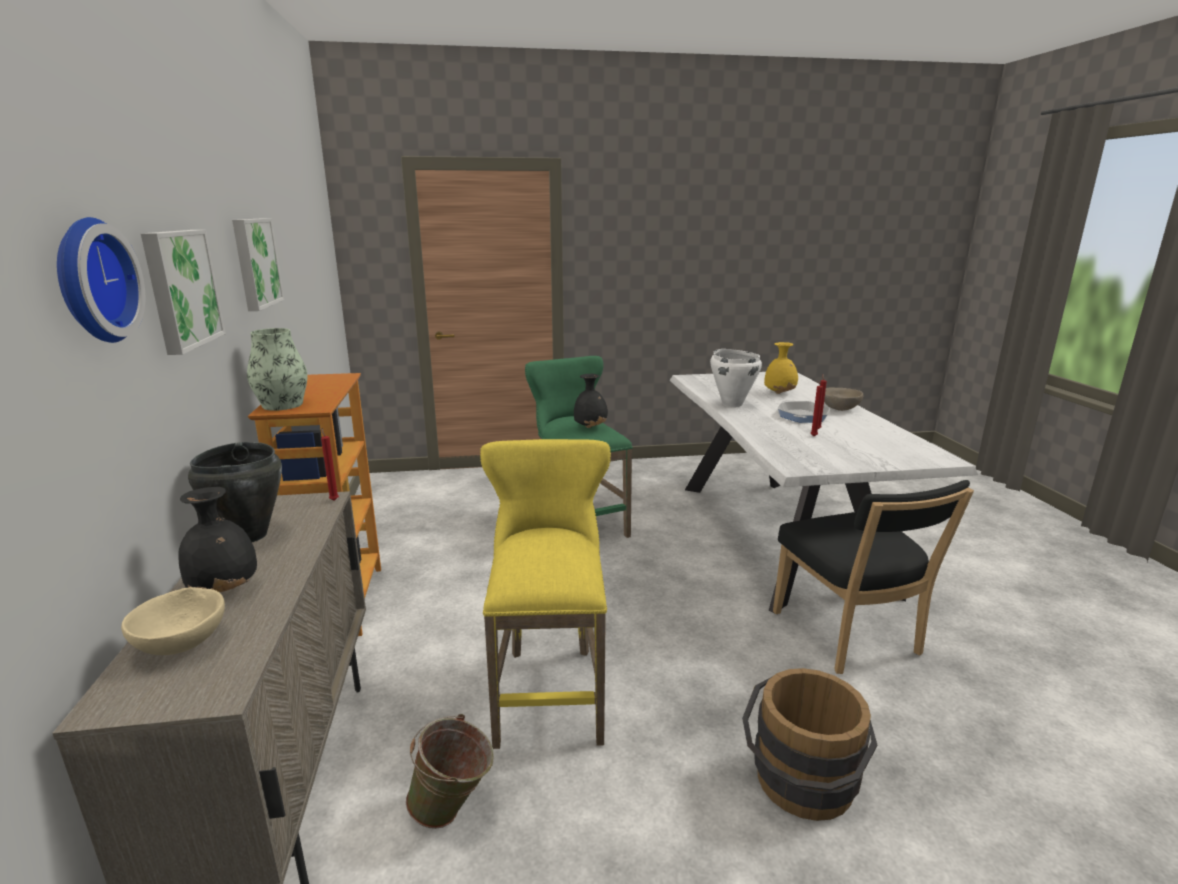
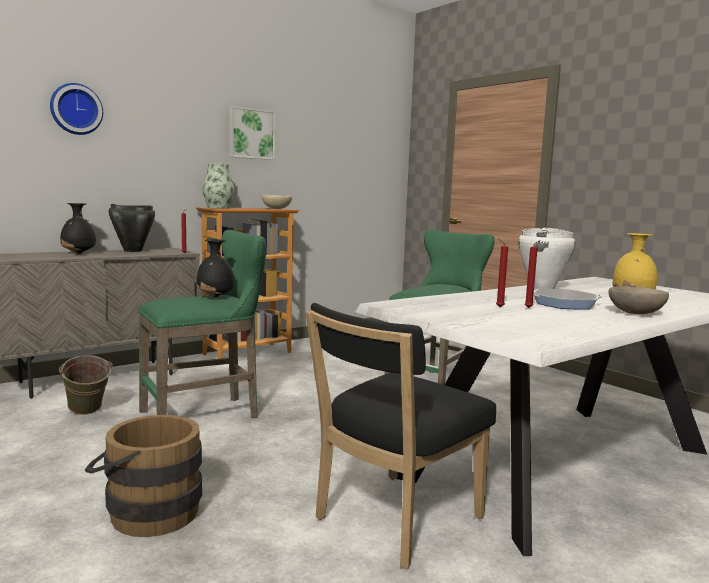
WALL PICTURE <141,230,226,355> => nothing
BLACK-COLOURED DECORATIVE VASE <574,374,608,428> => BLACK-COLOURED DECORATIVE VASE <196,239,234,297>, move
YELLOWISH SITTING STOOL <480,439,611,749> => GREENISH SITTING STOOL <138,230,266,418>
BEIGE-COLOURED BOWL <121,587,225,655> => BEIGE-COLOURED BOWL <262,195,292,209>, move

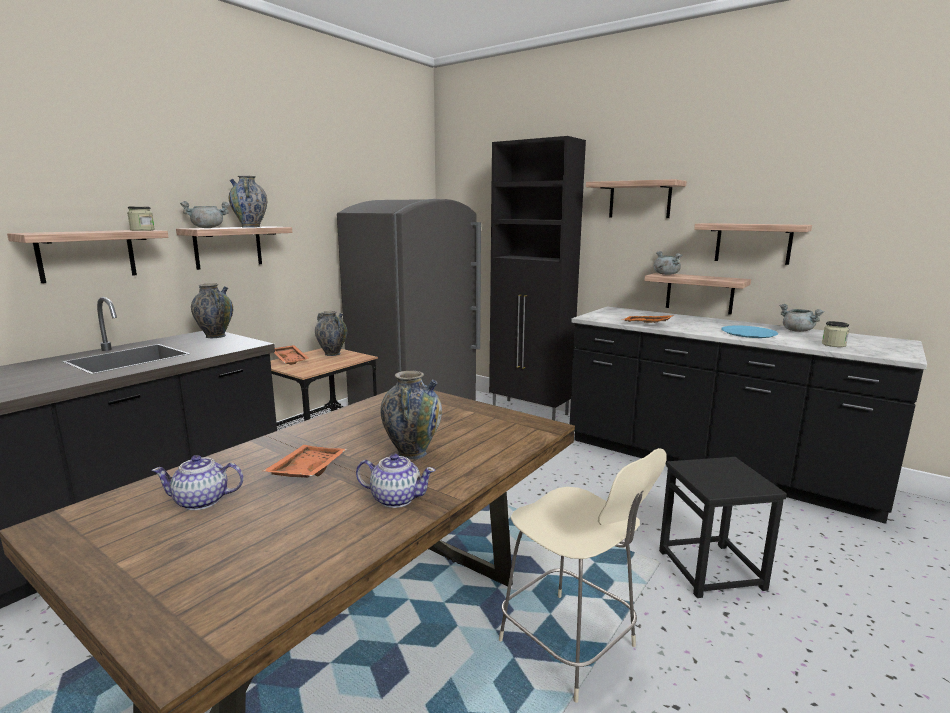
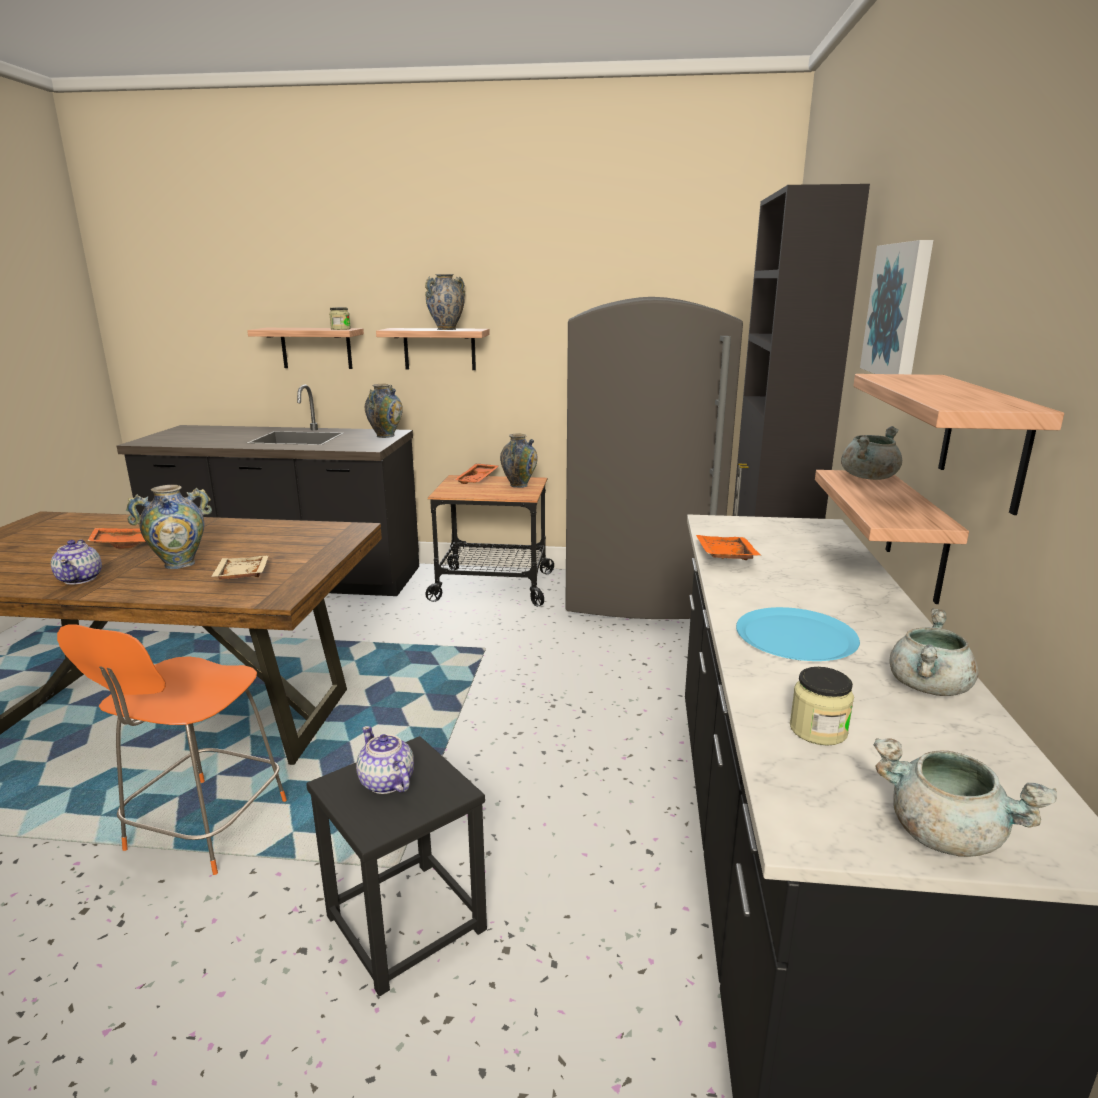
BRACKET SHELF <586,179,687,218> => WALL PICTURE <860,240,933,374>
GREYISH SAUCEPOT <180,201,230,228> => GREYISH SAUCEPOT <874,738,1057,857>, move
BEIGE-COLOURED PLAIN CHAIR <499,448,667,703> => ORANGEY PLAIN CHAIR <57,624,287,875>
TEA POT <152,455,244,510> => TEA POT <356,726,414,794>, move
nothing => BEIGE-COLOURED TRAY <211,556,268,579>

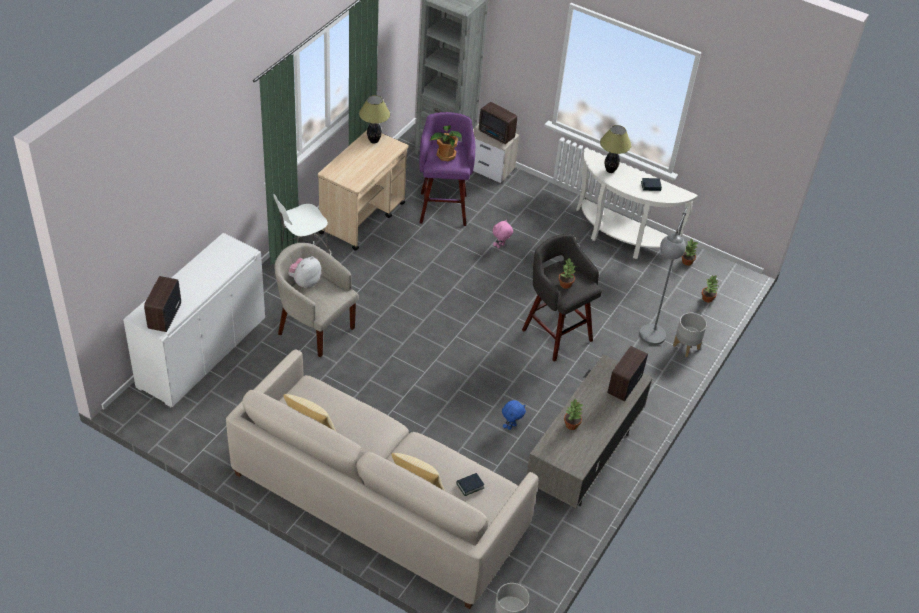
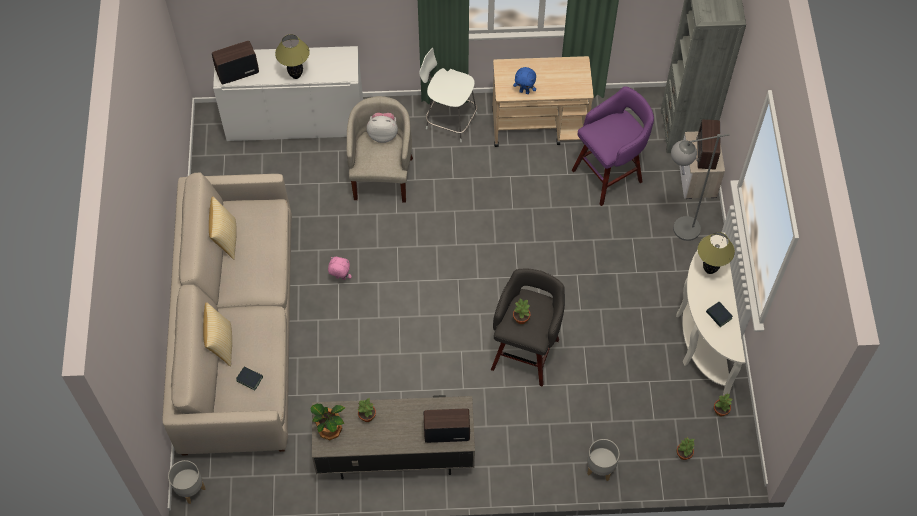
TABLE LAMP <359,95,390,144> => TABLE LAMP <275,34,310,79>, move
POTTED PLANT <430,125,461,161> => POTTED PLANT <310,404,345,440>, move
GREYISH STANDARD LAMP <639,207,688,345> => GREYISH STANDARD LAMP <671,134,730,241>, move
PINK-COLOURED PLUSH TOY <493,219,513,248> => PINK-COLOURED PLUSH TOY <328,257,352,280>, move
BLUISH PLUSH TOY <502,400,526,430> => BLUISH PLUSH TOY <513,67,536,94>, move

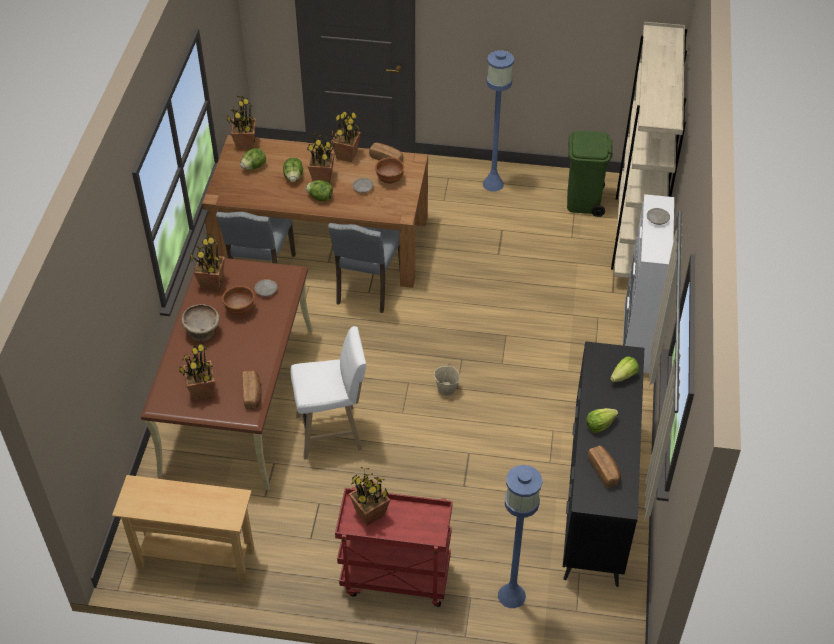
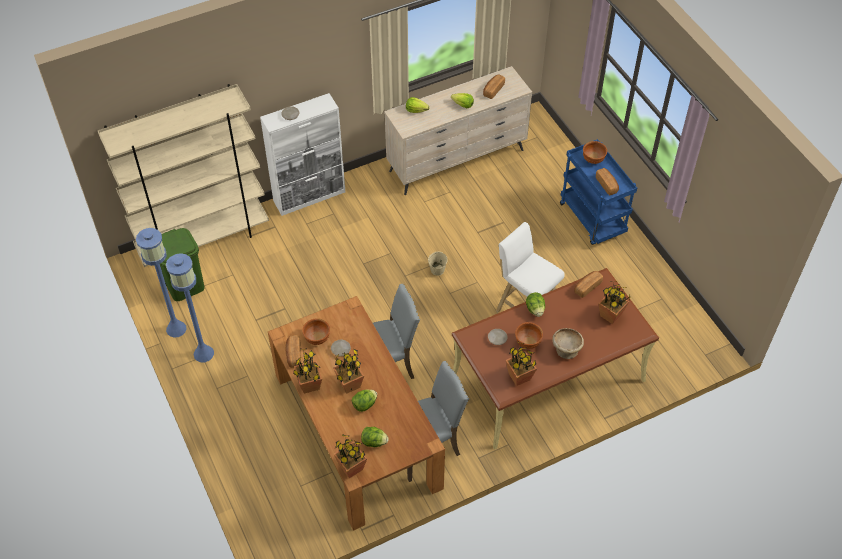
HEAD OF LETTUCE <306,180,333,201> => HEAD OF LETTUCE <526,292,545,317>, move
BLACK-COLOURED CHEST OF DRAWERS <563,341,644,587> => BEIGE-COLOURED CHEST OF DRAWERS <384,66,532,195>
BLUISH STANDARD LAMP <498,465,543,608> => BLUISH STANDARD LAMP <136,228,187,337>, move
POTTED PLANT <349,467,390,526> => BREAD <596,168,619,195>
BEIGE-COLOURED HALL TABLE <112,475,254,582> => nothing
RED-COLOURED TROLLEY <335,487,453,607> => BLUISH TROLLEY <560,139,637,245>
nothing => BROWN BOWL <583,141,607,164>

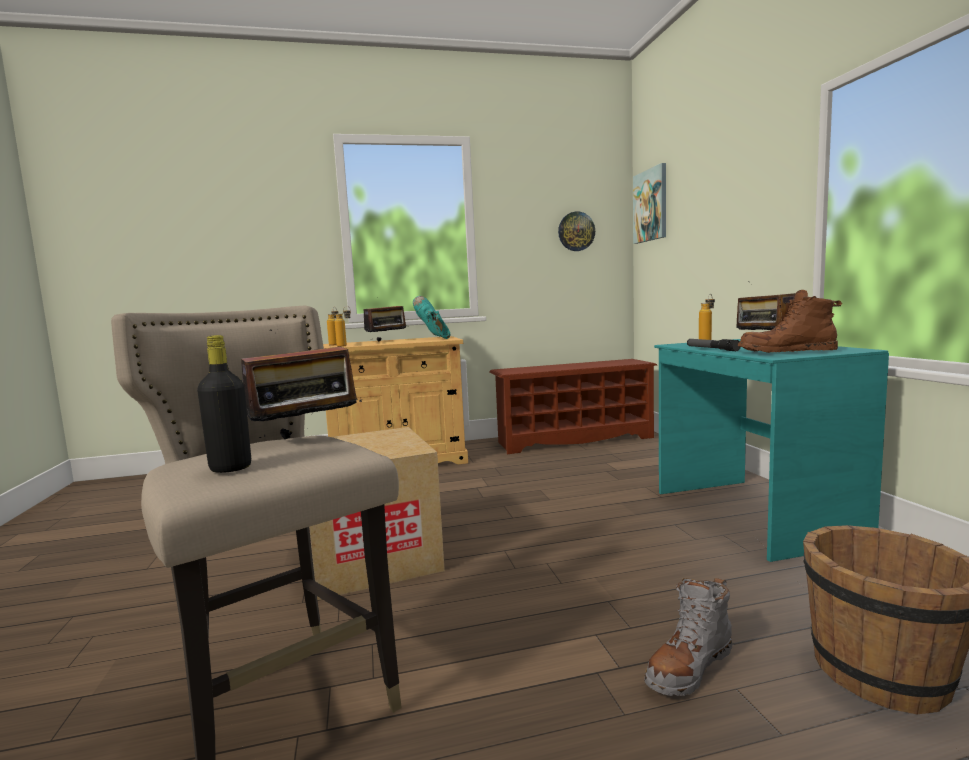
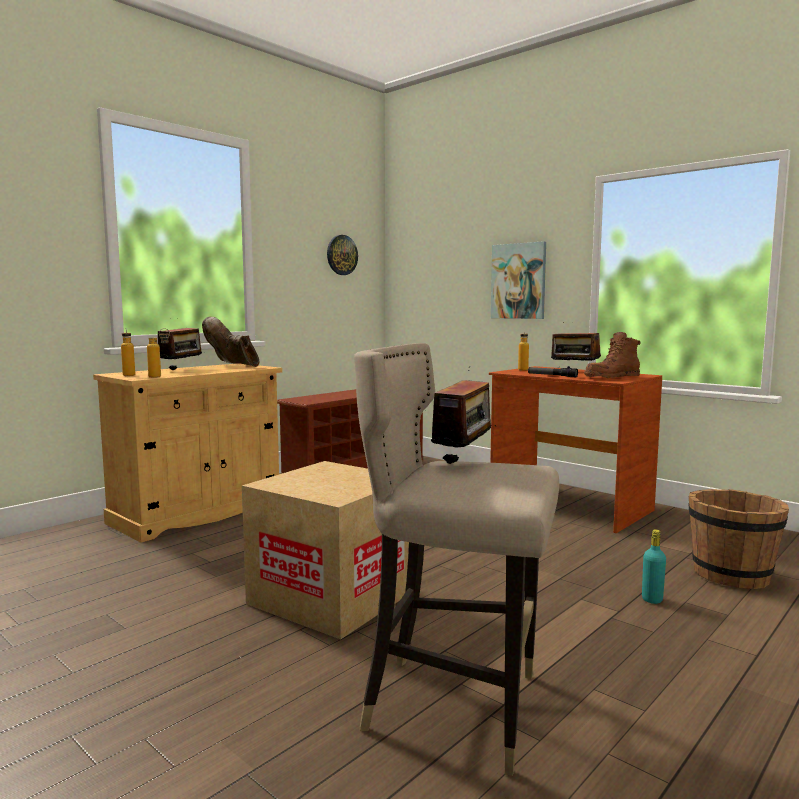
WALL PICTURE <633,163,666,244> => WALL PICTURE <491,241,546,319>, move
BLUE-GREEN BOOT <413,296,450,339> => BROWN BOOT <202,316,260,367>
BLACK-COLOURED DRINK BOTTLE <197,335,251,473> => nothing
BLUE-GREEN DESK TABLE <654,339,889,562> => BROWN DESK TABLE <489,366,662,533>
GREYISH BOOT <644,578,732,696> => BLUE-GREEN DRINK BOTTLE <642,529,666,604>

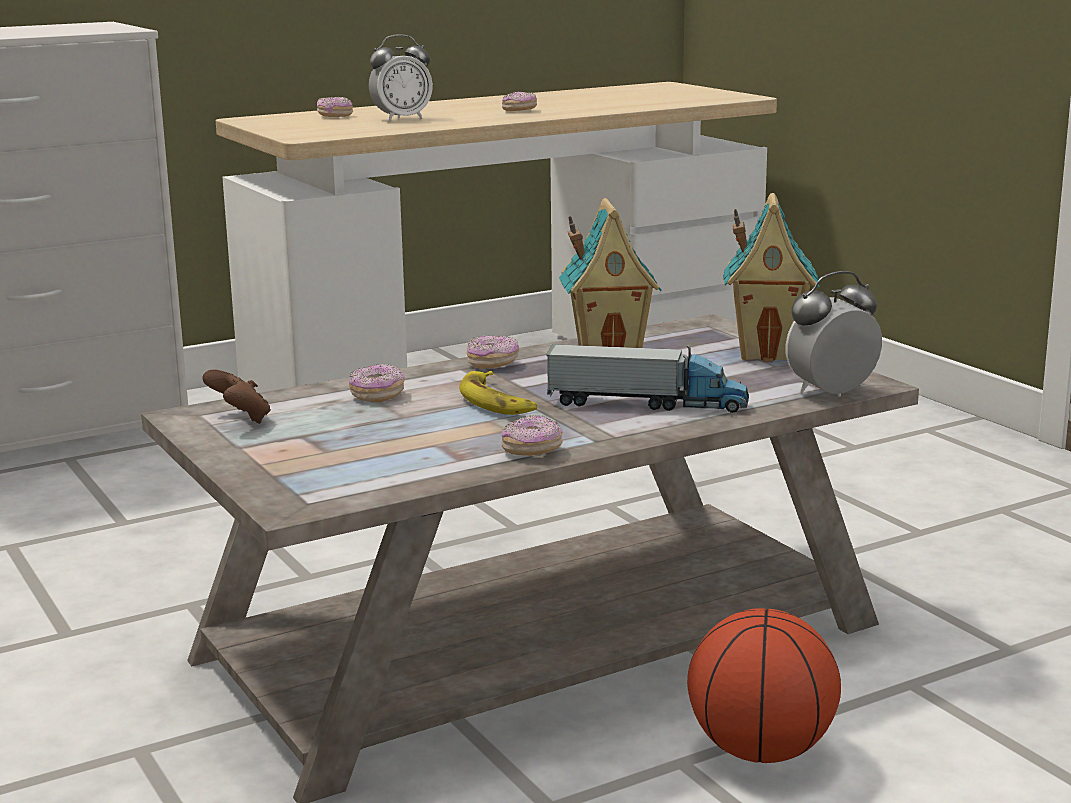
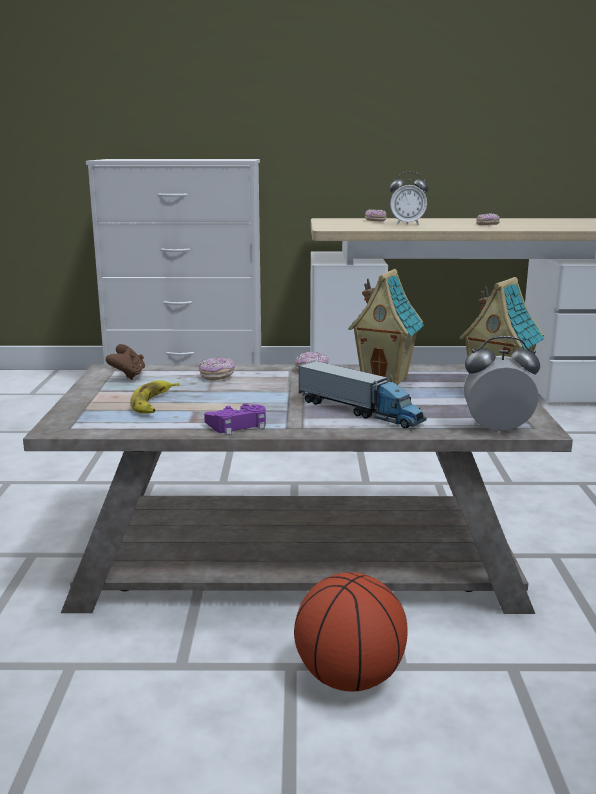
BANANA FRUIT <459,371,537,415> => BANANA FRUIT <130,380,179,414>, move
DONUT <501,415,563,456> => PURPLE GAME CONTROLLER <204,403,266,435>

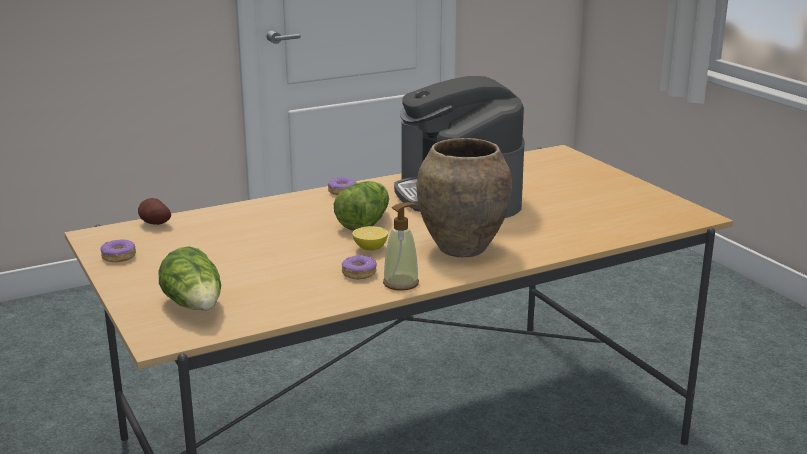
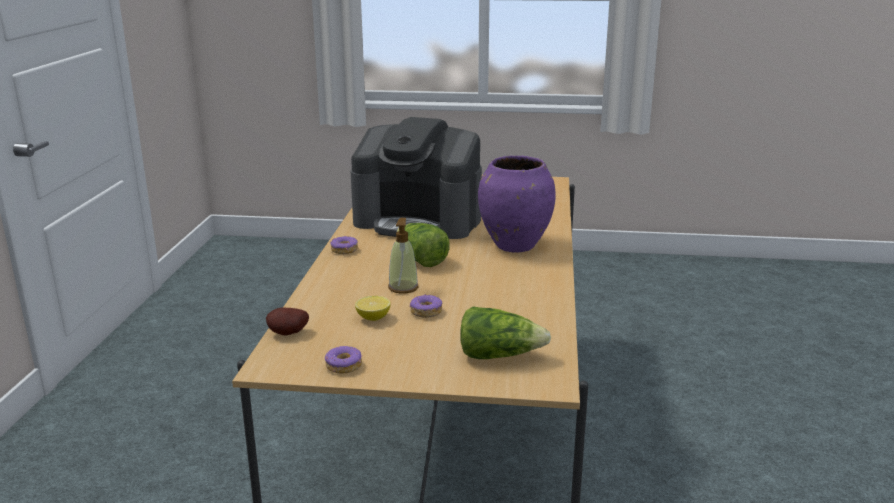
BROWN DECORATIVE VASE <417,138,512,257> => PURPLE DECORATIVE VASE <478,156,556,252>
SOAP DISPENSER <383,202,419,291> => SOAP DISPENSER <388,218,419,294>, move
WHOLE LEMON <352,226,388,251> => WHOLE LEMON <355,296,390,321>, move
DONUT <342,255,377,280> => DONUT <409,294,442,318>, move

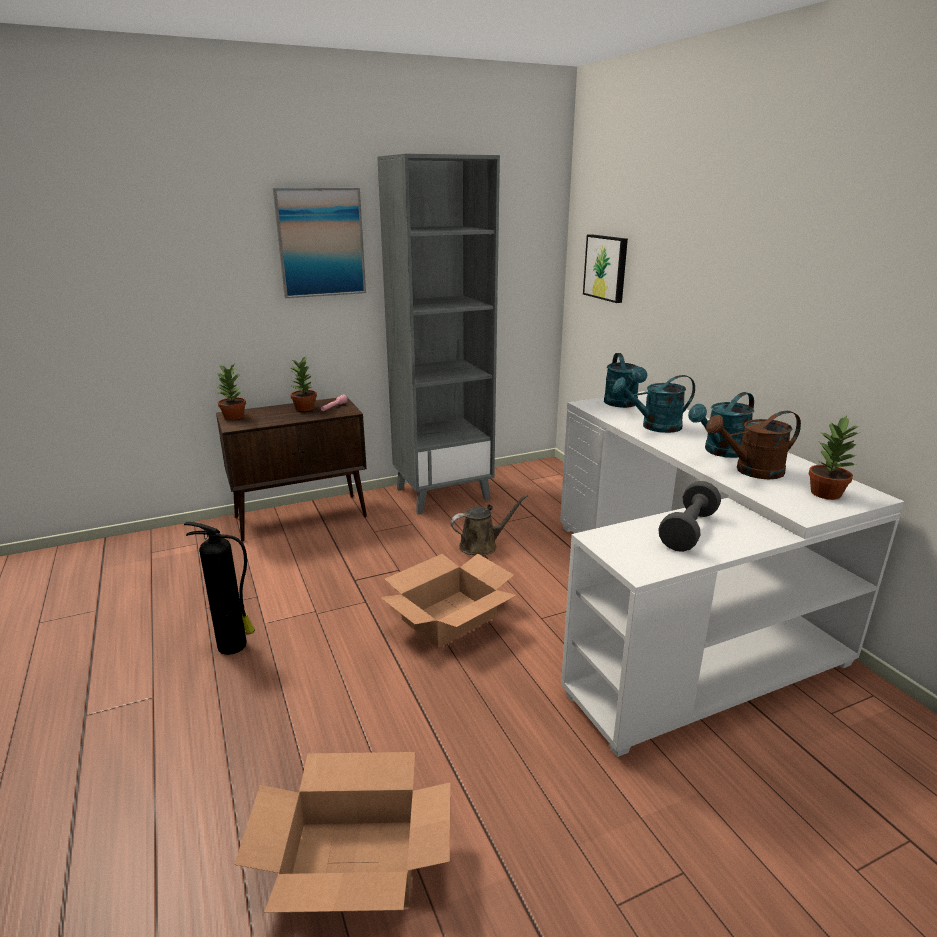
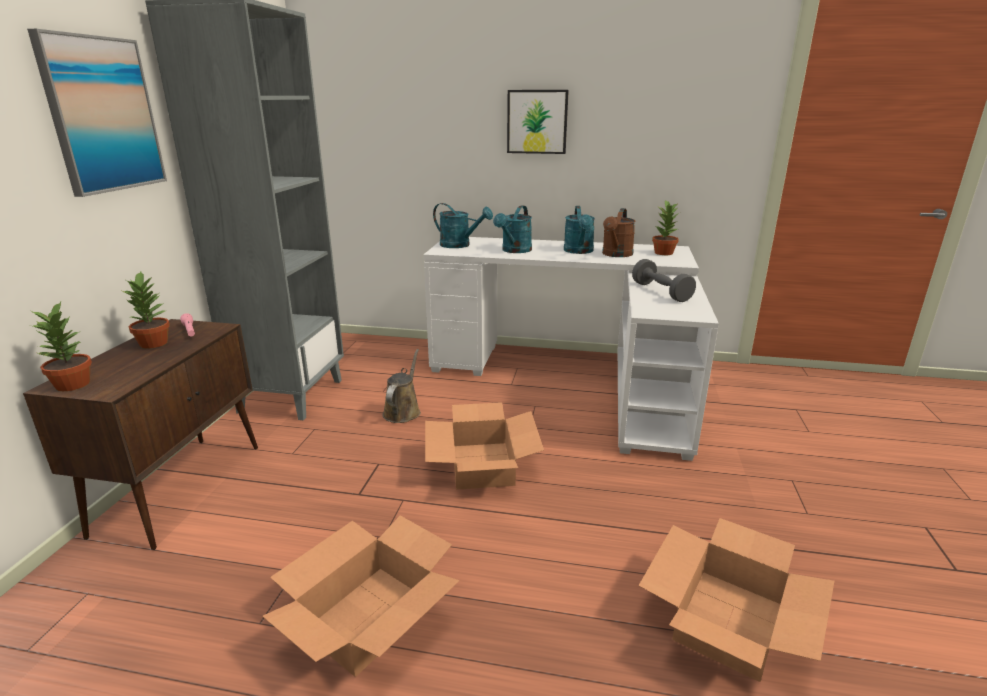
WALL PICTURE <583,234,628,303> => WALL PICTURE <507,90,569,154>, move
EXTINGUISHER <184,522,255,655> => PACKING BOX <262,515,460,676>

